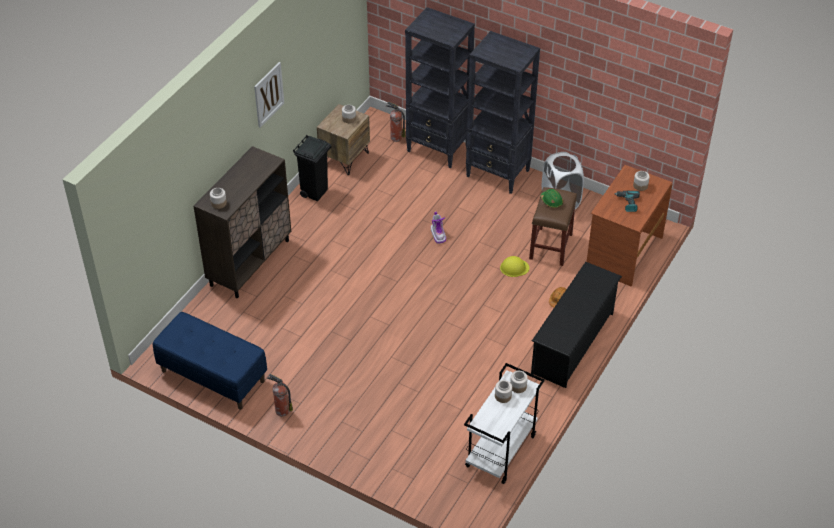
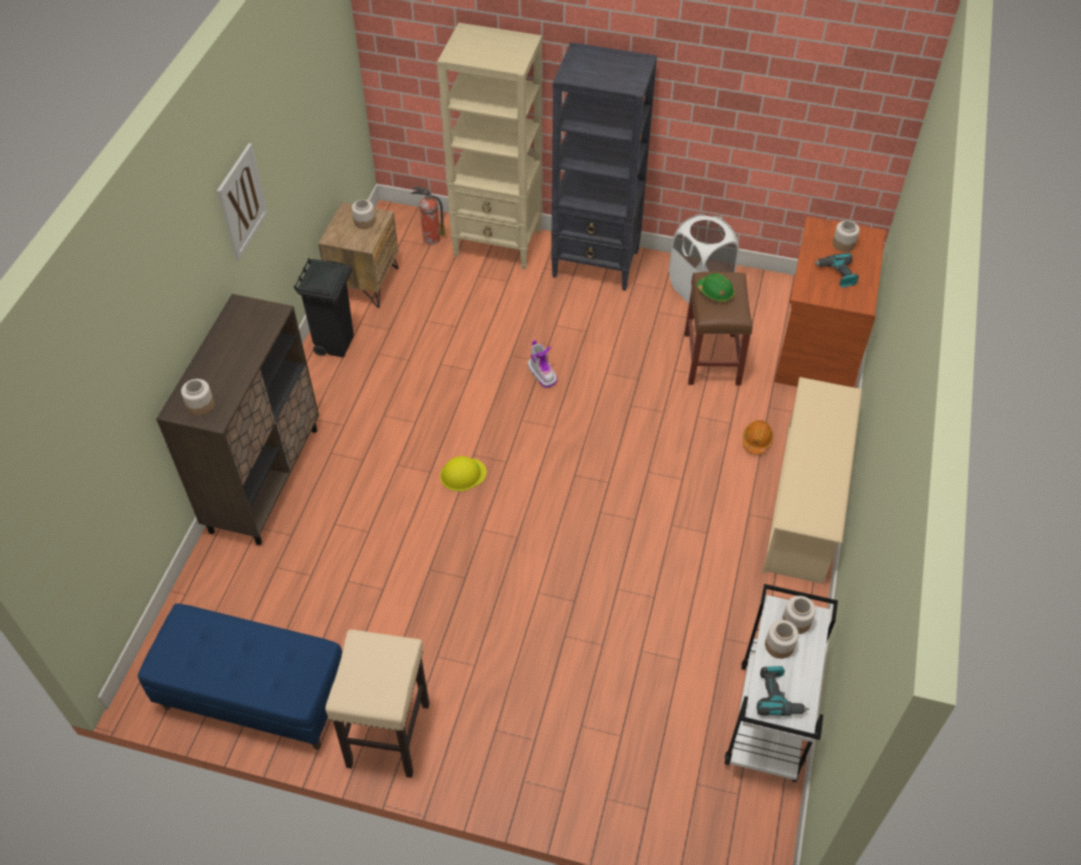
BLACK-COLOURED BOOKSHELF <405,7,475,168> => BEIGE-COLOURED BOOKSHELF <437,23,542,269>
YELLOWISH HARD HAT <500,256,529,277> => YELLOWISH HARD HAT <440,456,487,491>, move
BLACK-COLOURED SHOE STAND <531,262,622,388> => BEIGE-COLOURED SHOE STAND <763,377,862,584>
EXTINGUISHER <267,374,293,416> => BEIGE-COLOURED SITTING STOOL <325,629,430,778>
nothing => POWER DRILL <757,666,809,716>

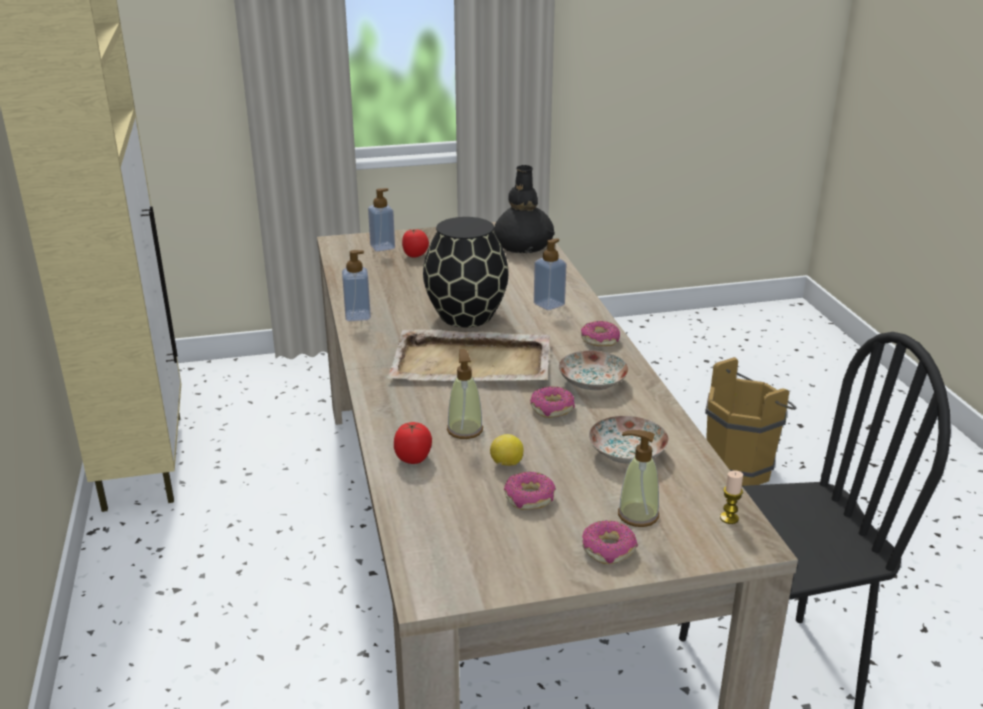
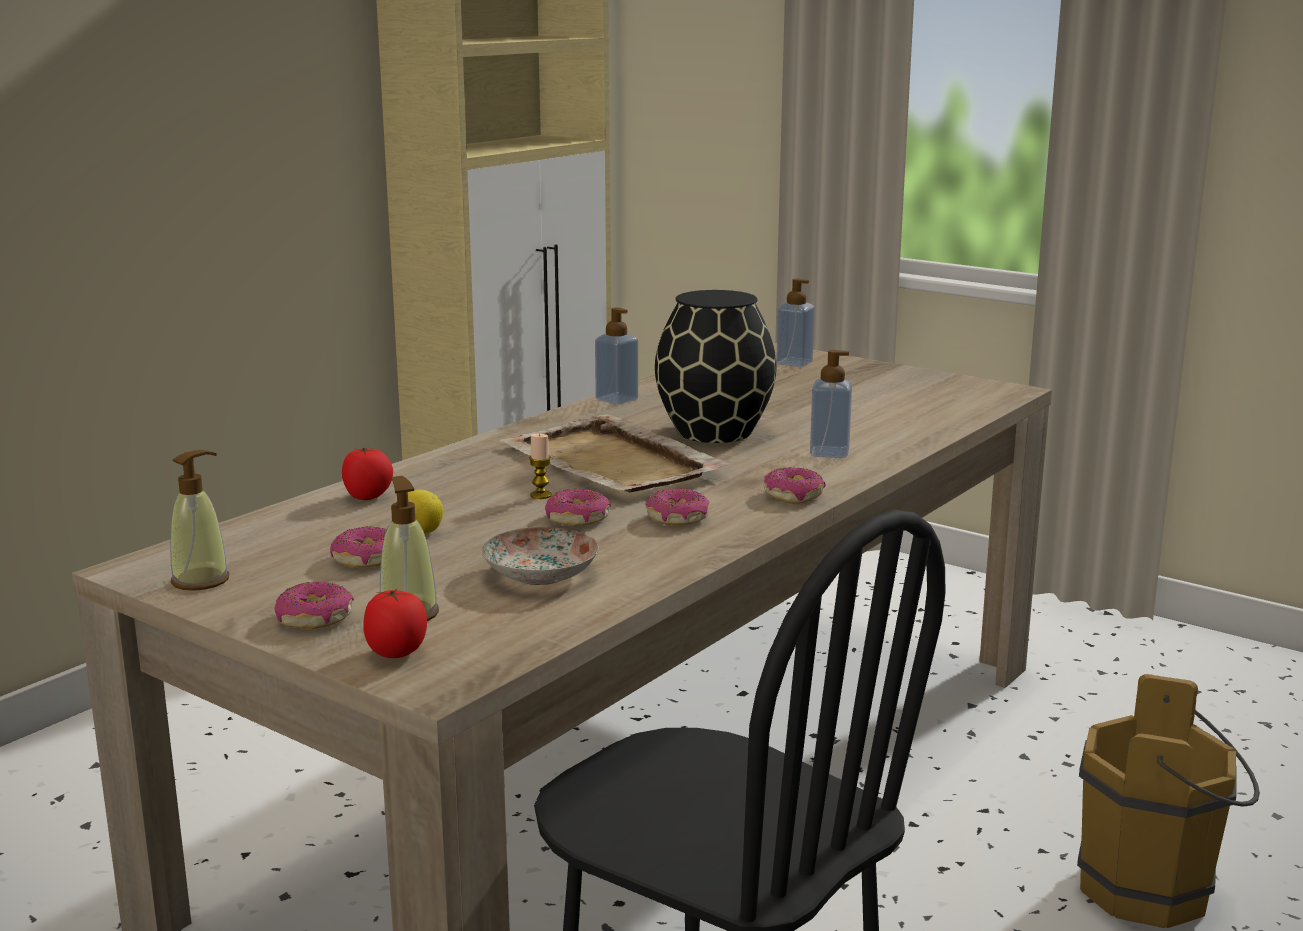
BLACK-COLOURED DECORATIVE VASE <494,165,555,253> => nothing
TOMATO <402,229,429,258> => TOMATO <363,588,427,658>, move
SOAP DISPENSER <447,349,483,439> => SOAP DISPENSER <170,450,229,591>, move
FLAT DISH <559,350,629,390> => DONUT <645,488,710,526>
WAX LIGHT <720,471,743,524> => WAX LIGHT <529,433,552,499>, move

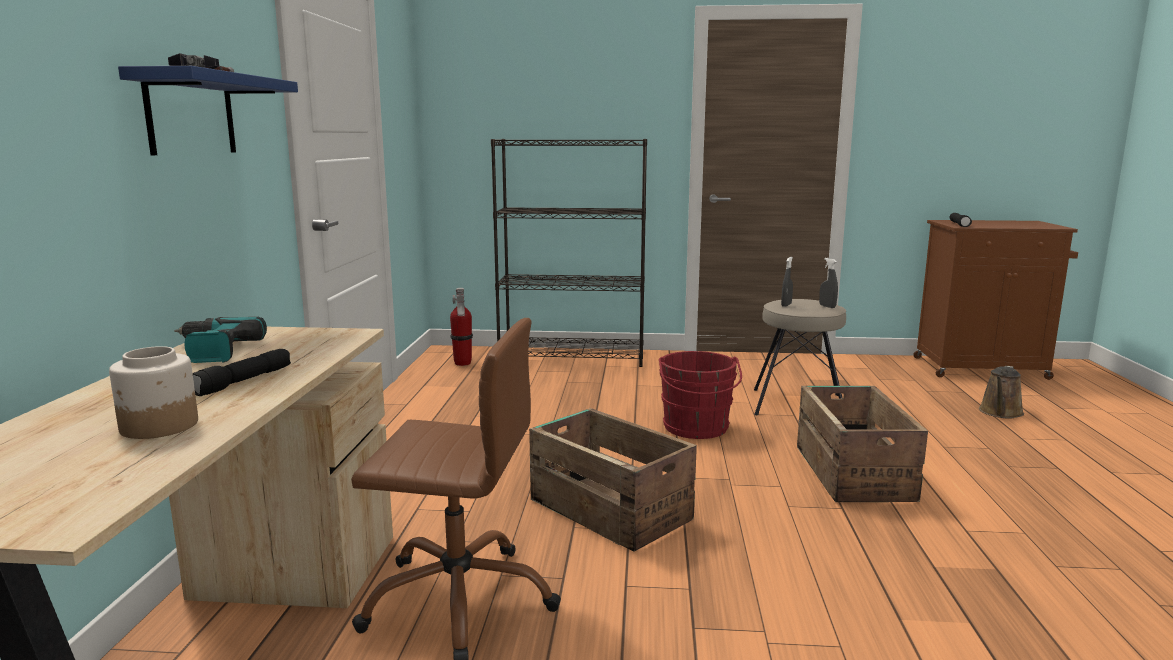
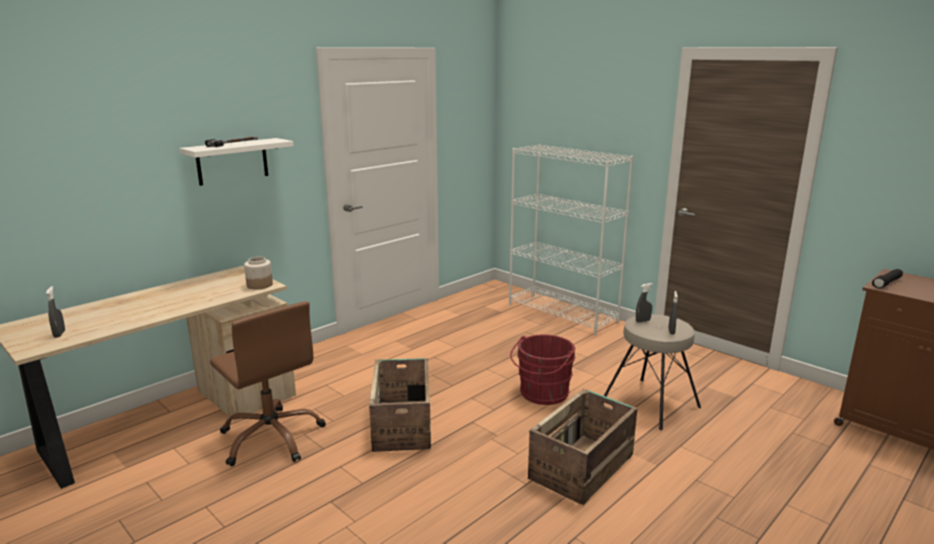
BLUISH BRACKET SHELF <118,66,298,155> => WHITE BRACKET SHELF <179,138,294,186>
BLACK-COLOURED BOOKSHELF <491,139,647,367> => WHITE BOOKSHELF <509,144,634,335>
EXTINGUISHER <450,288,473,366> => nothing
POWER DRILL <174,317,267,363> => nothing
PRESERVE JAR <109,346,198,439> => PRESERVE JAR <244,257,273,289>, move
BLACK-COLOURED TORCH <193,349,291,396> => nothing
BROWN SPRINKLING CAN <979,366,1024,419> => nothing
nothing => GREYISH SPRAYER <46,286,65,338>

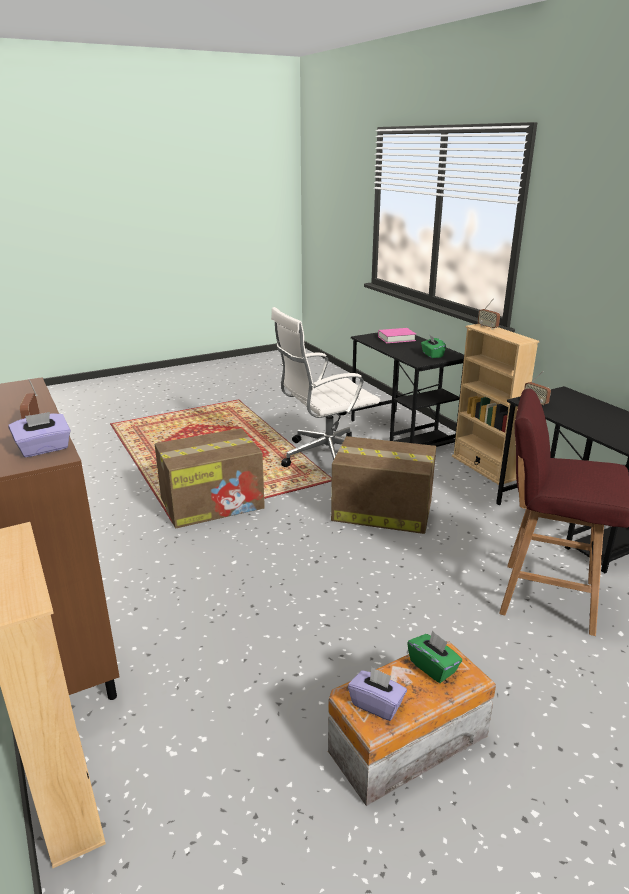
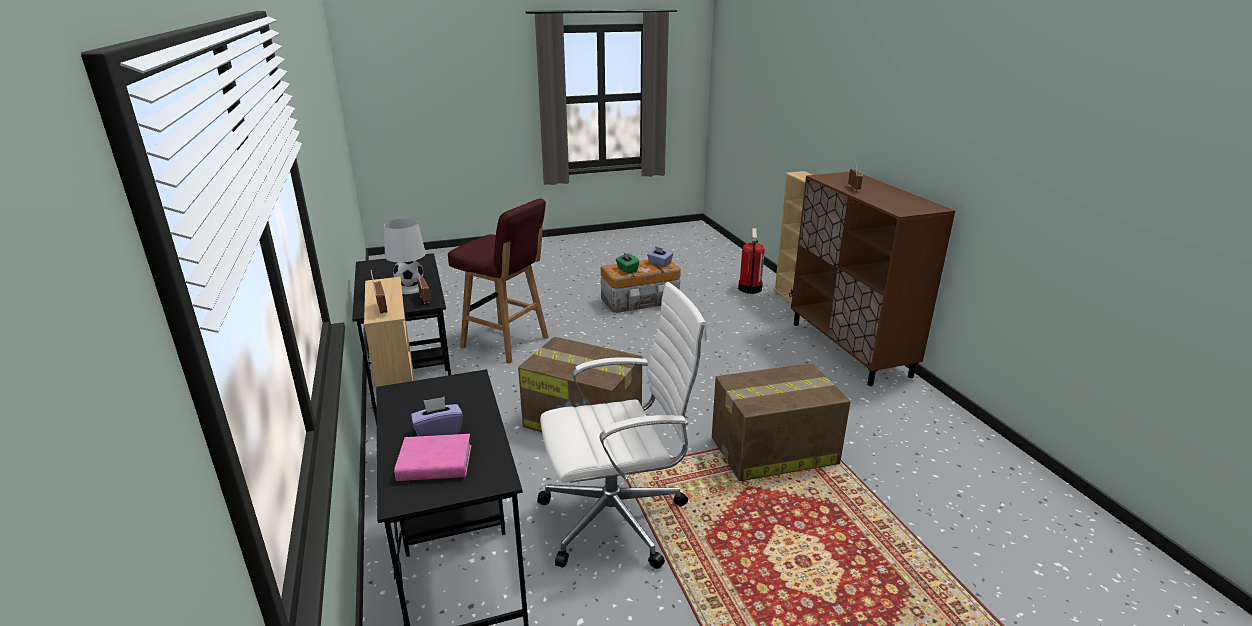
GREENISH TISSUE BOX <421,335,446,358> => nothing
PURPLE TISSUE BOX <8,412,71,458> => PURPLE TISSUE BOX <411,396,463,436>, move
nothing => WHITE TABLE LAMP <384,219,426,294>
nothing => EXTINGUISHER <738,228,765,294>

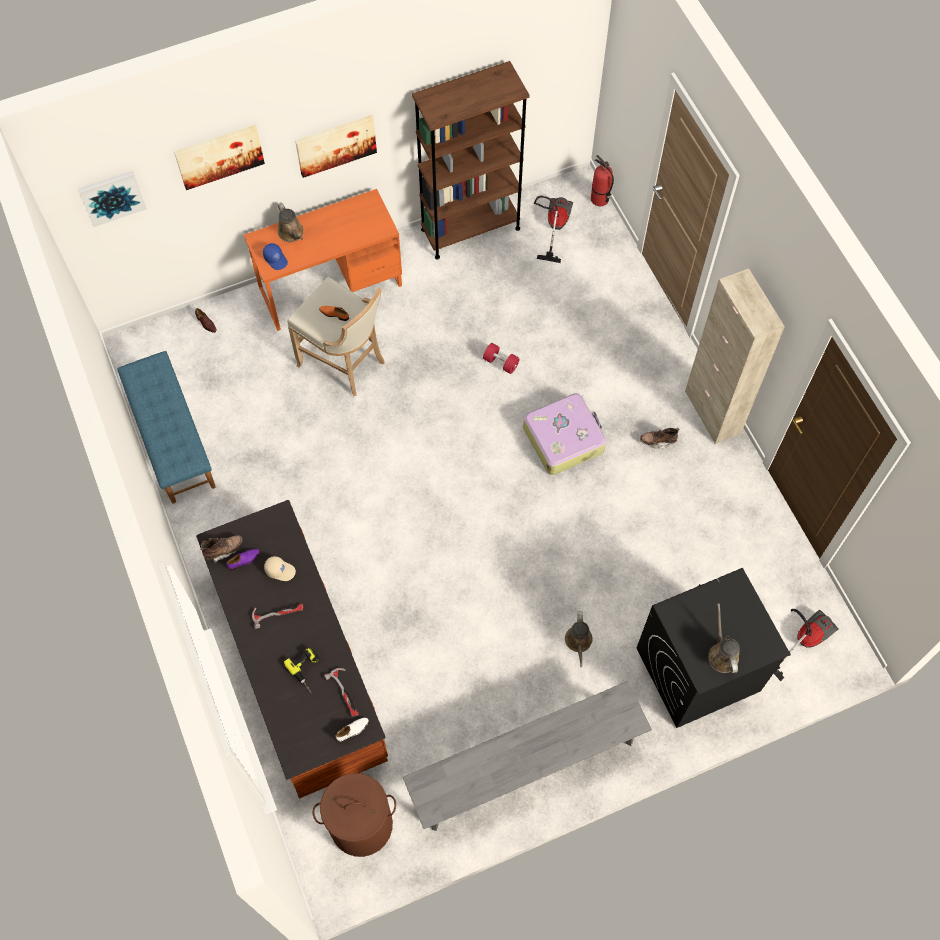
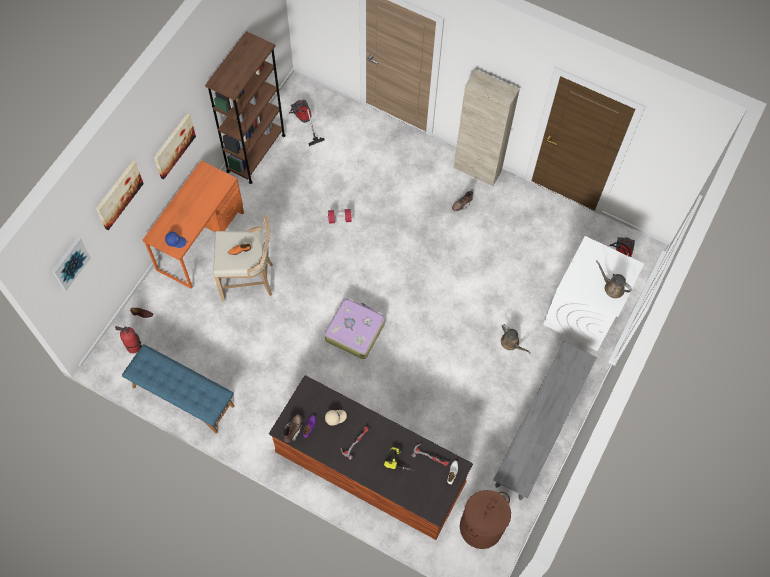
EXTINGUISHER <591,155,614,206> => EXTINGUISHER <115,326,142,353>, move
BROWN SPRINKLING CAN <277,202,303,242> => nothing
TRAVEL CASE <523,393,607,475> => TRAVEL CASE <325,298,385,359>, move
BLACK-COLOURED LAUNDRY MACHINE <637,568,791,728> => WHITE LAUNDRY MACHINE <543,236,644,351>

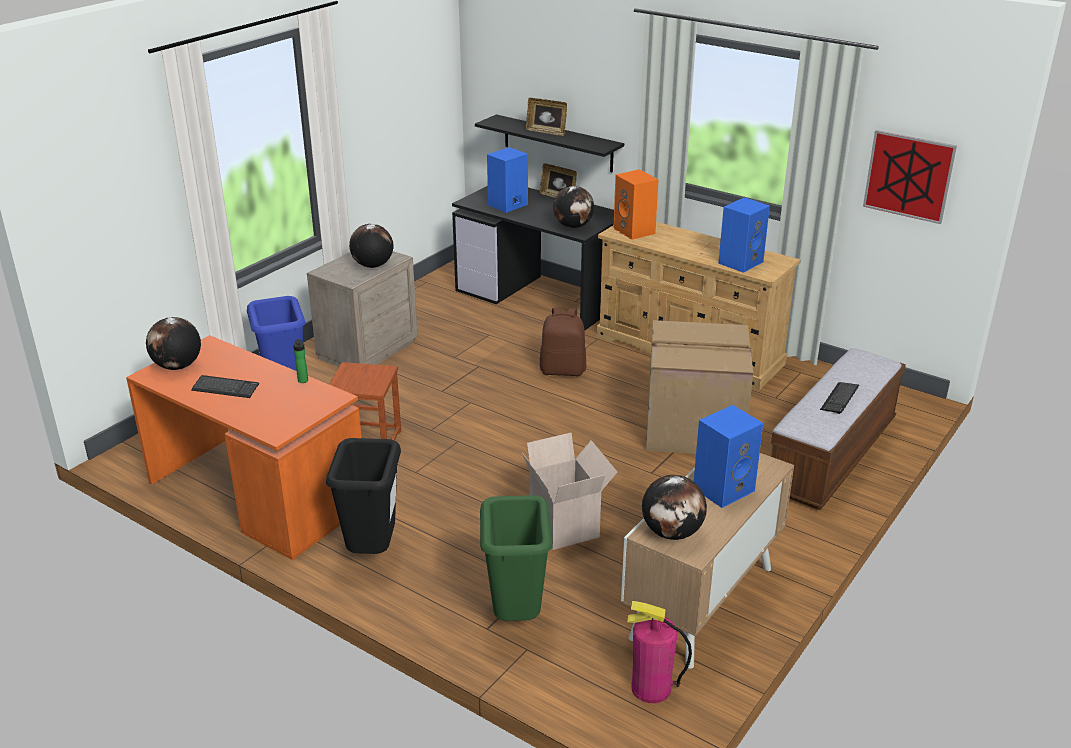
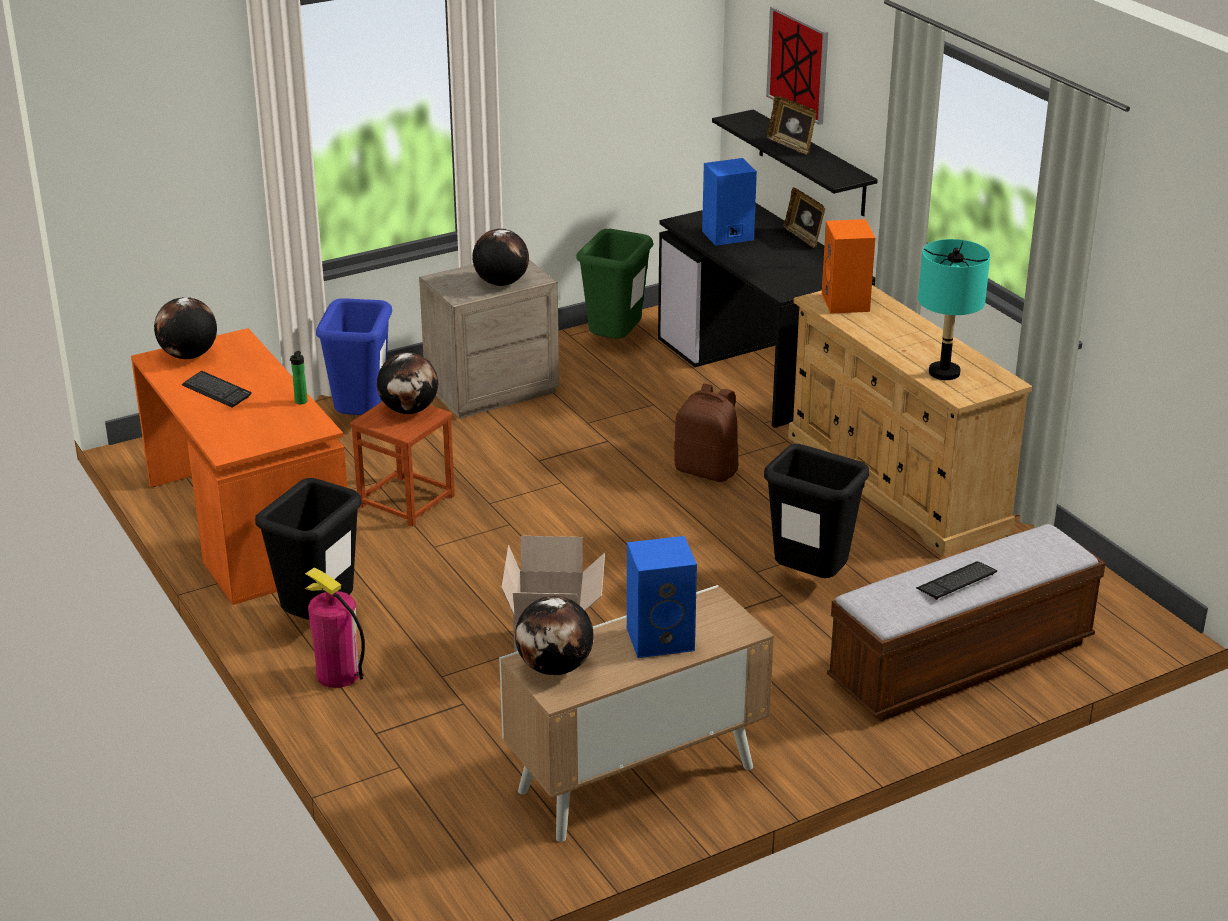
WALL PICTURE <863,130,957,224> => WALL PICTURE <766,6,828,125>, move
DESK GLOBE <553,186,594,228> => DESK GLOBE <377,352,438,414>, move
BLUISH SPEAKER <718,198,770,273> => BLUE-GREEN TABLE LAMP <918,239,990,380>
PACKING BOX <646,320,753,454> => BLACK-COLOURED RUBBISH BIN <764,444,869,578>
GREENISH RUBBISH BIN <480,495,553,621> => GREENISH RUBBISH BIN <576,229,653,339>, move
EXTINGUISHER <627,601,692,703> => EXTINGUISHER <305,568,365,688>, move

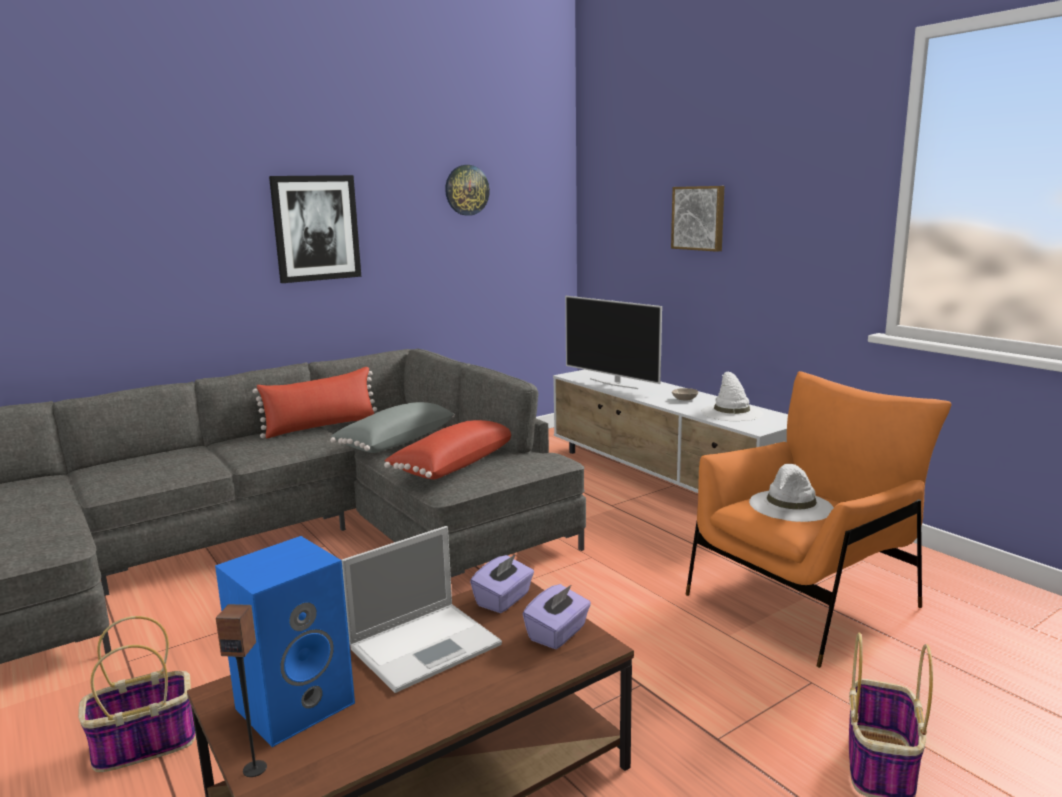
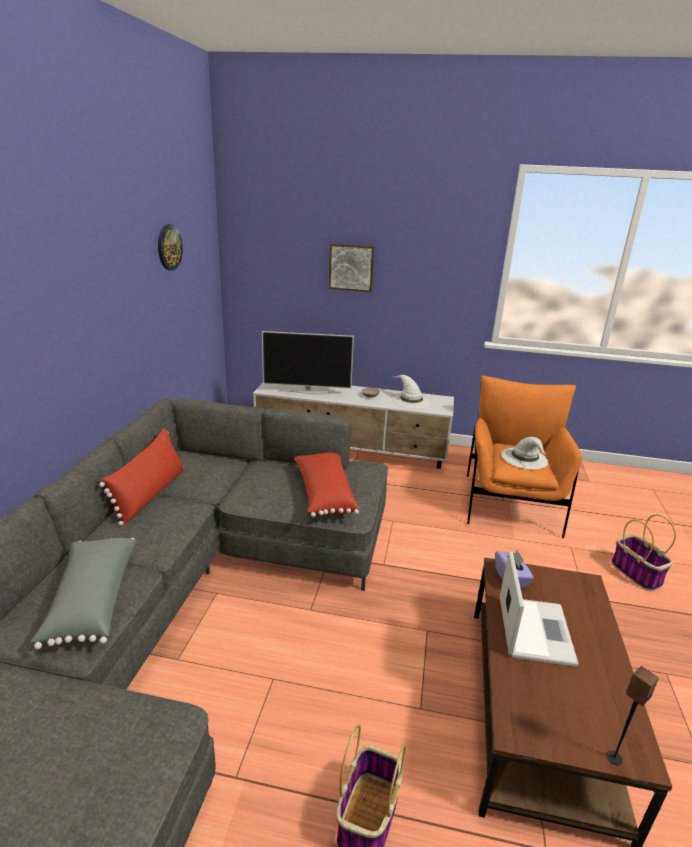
WALL PICTURE <269,175,361,283> => nothing
GREYISH CUSHION <330,402,455,453> => GREYISH CUSHION <30,538,136,650>, move
BLUISH SPEAKER <215,536,355,747> => nothing
PURPLE TISSUE BOX <523,584,591,649> => nothing

